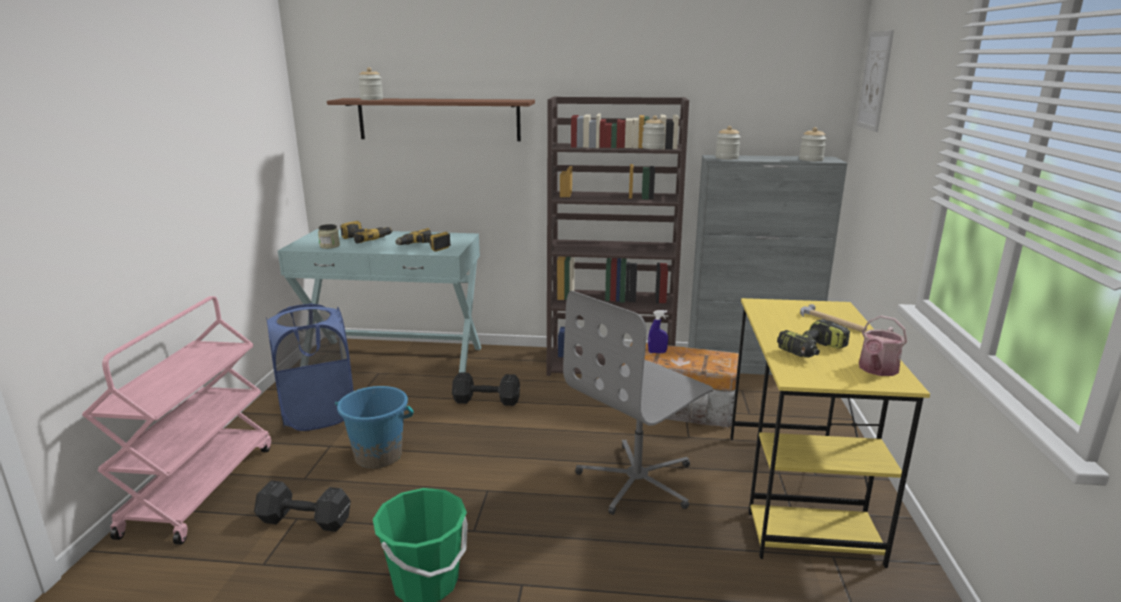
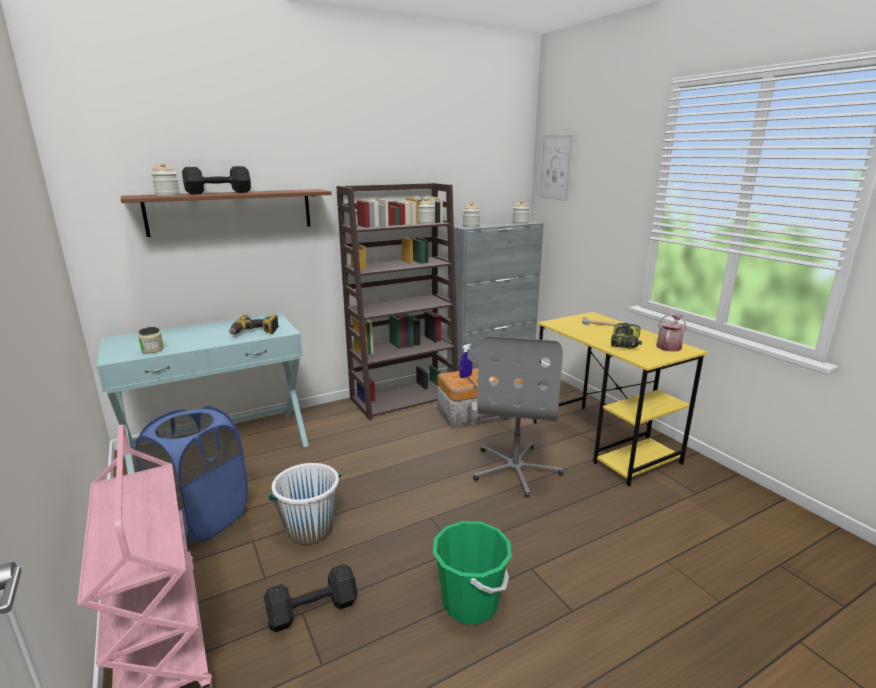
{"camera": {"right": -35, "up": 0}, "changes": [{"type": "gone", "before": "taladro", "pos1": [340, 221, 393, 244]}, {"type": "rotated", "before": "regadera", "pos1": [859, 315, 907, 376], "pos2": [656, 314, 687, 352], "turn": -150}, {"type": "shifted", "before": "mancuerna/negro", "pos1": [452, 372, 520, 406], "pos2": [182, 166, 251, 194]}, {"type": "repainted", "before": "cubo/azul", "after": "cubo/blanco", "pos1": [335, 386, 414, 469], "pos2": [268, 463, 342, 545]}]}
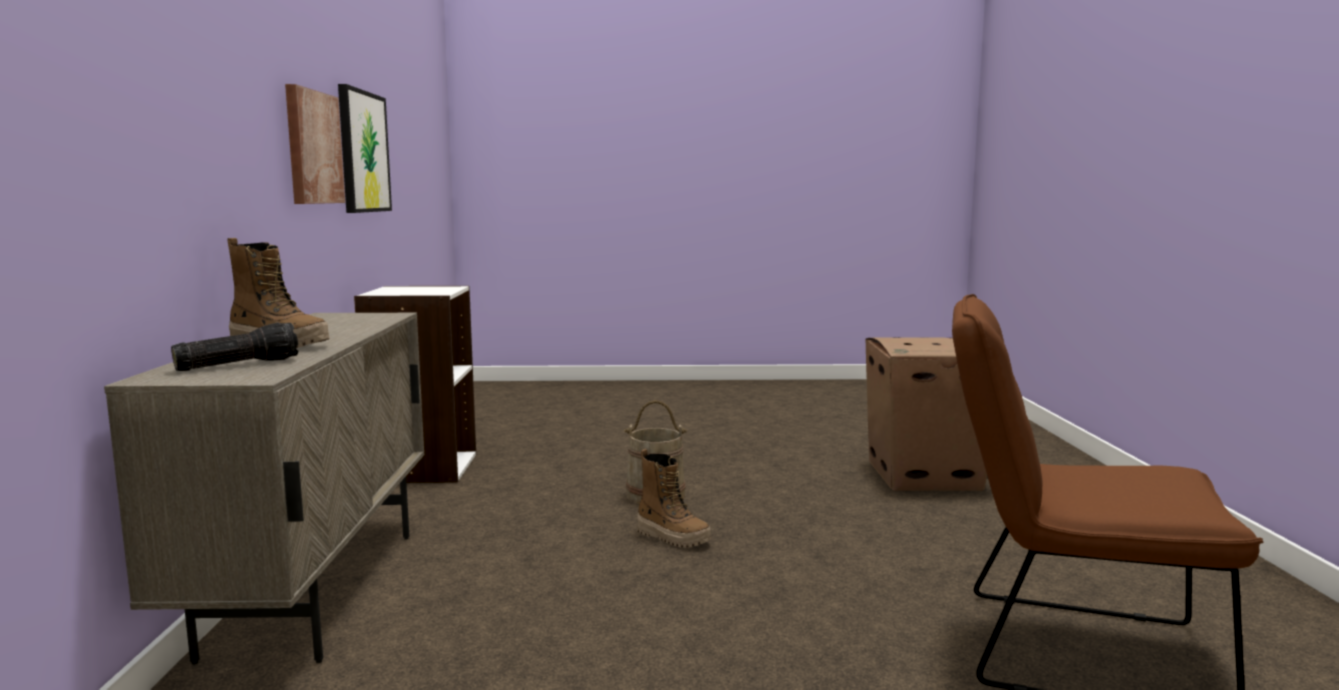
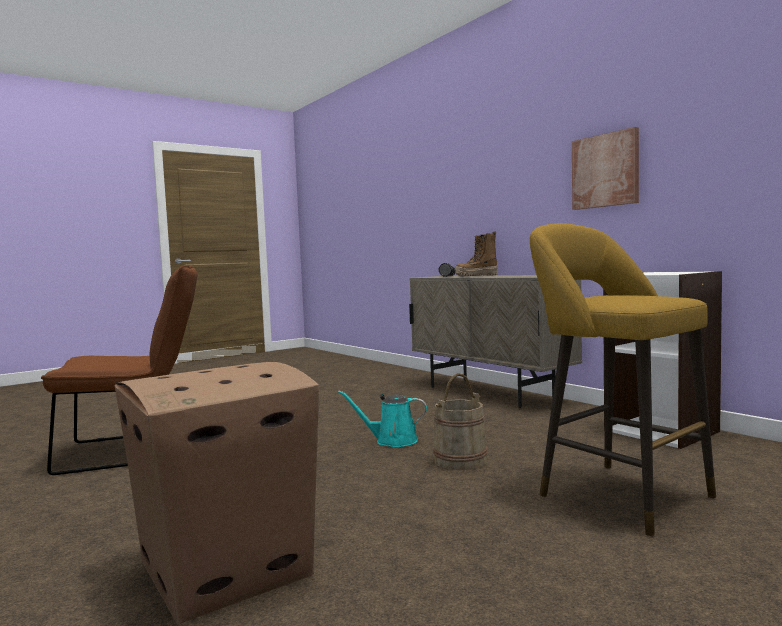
{"camera": {"right": 145, "up": -5}, "changes": [{"type": "gone", "before": "cuadro", "pos1": [338, 84, 392, 213]}, {"type": "swapped", "before": "bota", "after": "regadera/turquesa", "pos1": [637, 449, 711, 548], "pos2": [338, 390, 427, 447]}, {"type": "new", "after": "taburete/amarillo", "pos2": [530, 223, 716, 536]}]}
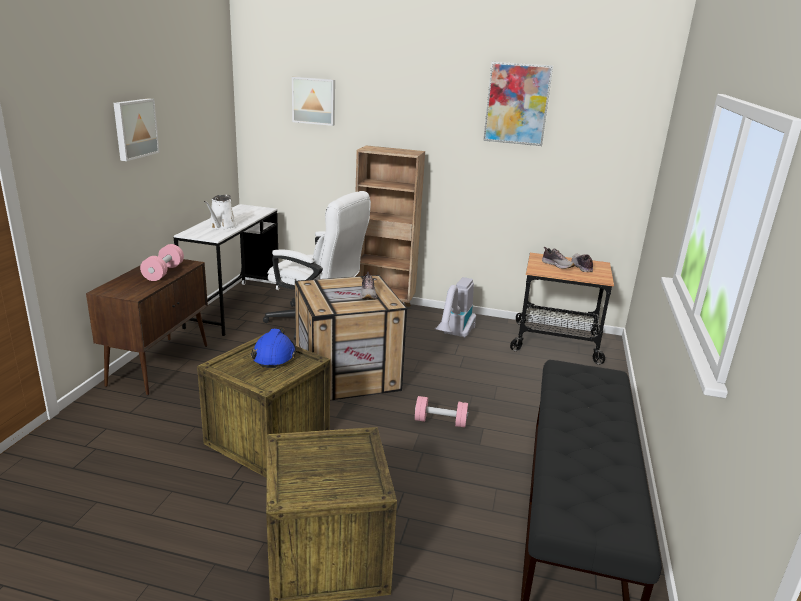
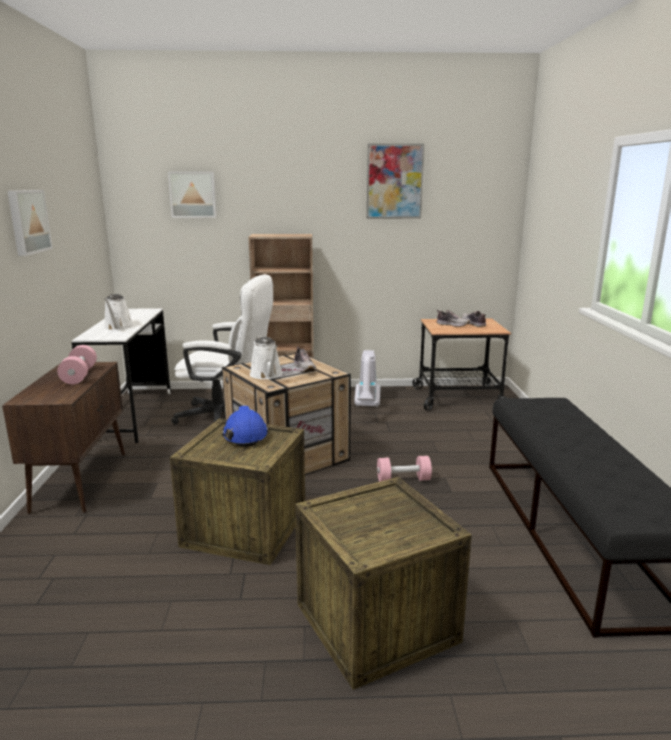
{"camera": {"right": -15, "up": -5}, "changes": [{"type": "new", "after": "regadera/blanco", "pos2": [250, 336, 283, 379]}]}
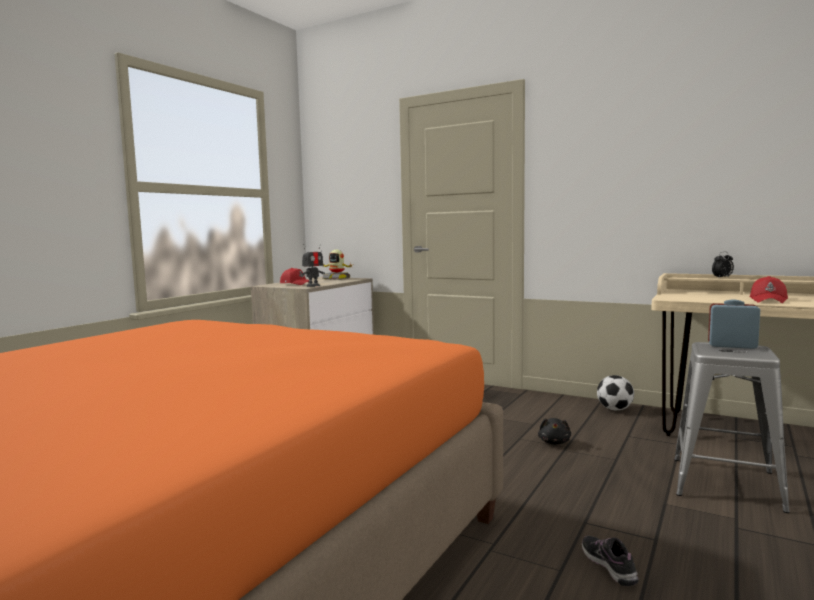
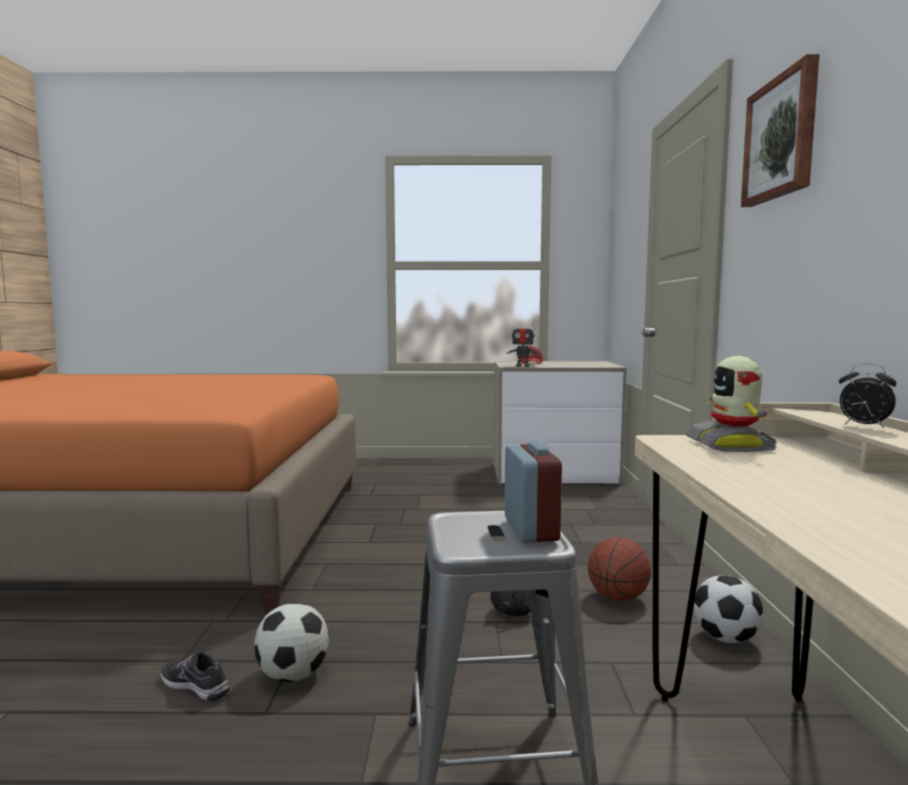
{"camera": {"right": 60, "up": 0}, "changes": [{"type": "shifted", "before": "robot de juguete", "pos1": [322, 250, 352, 280], "pos2": [686, 356, 777, 452]}, {"type": "gone", "before": "gorra/rojo", "pos1": [750, 276, 788, 303]}, {"type": "rotated", "before": "zapato", "pos1": [582, 536, 639, 586], "pos2": [161, 652, 229, 702], "turn": -105}, {"type": "new", "after": "cuadro", "pos2": [741, 54, 819, 207]}, {"type": "new", "after": "balón de baloncesto", "pos2": [588, 537, 651, 601]}, {"type": "new", "after": "balón de fútbol", "pos2": [254, 603, 329, 682]}]}
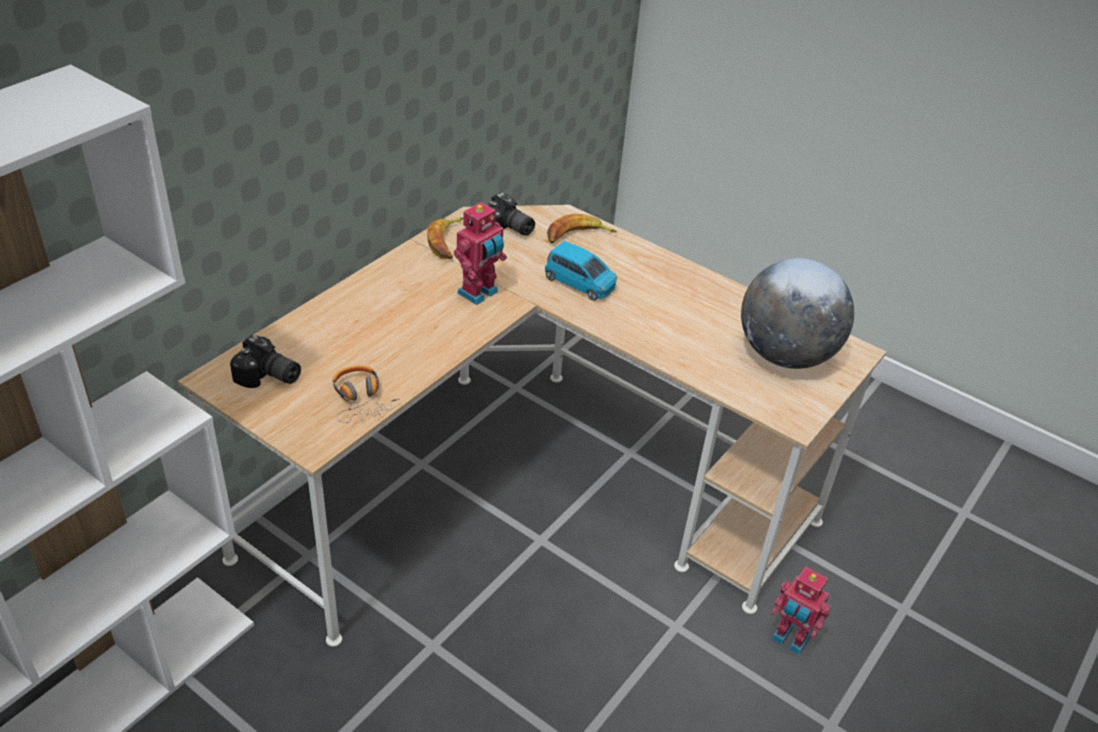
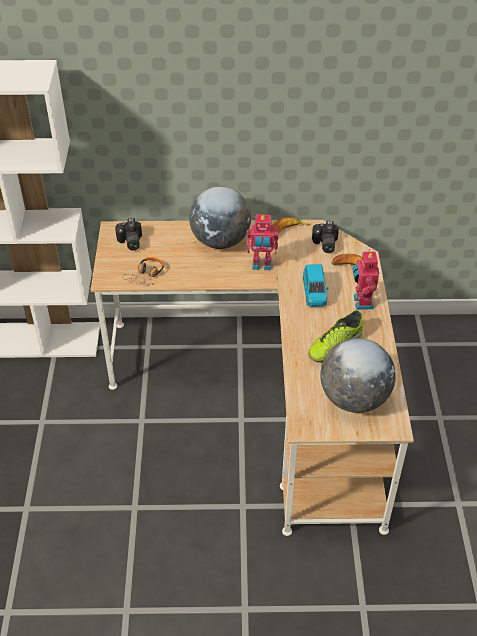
{"camera": {"right": 55, "up": 5}, "changes": [{"type": "shifted", "before": "robot de juguete", "pos1": [771, 567, 831, 655], "pos2": [352, 249, 379, 310]}, {"type": "new", "after": "globo terráqueo", "pos2": [189, 186, 251, 249]}, {"type": "new", "after": "zapato", "pos2": [309, 310, 363, 362]}]}
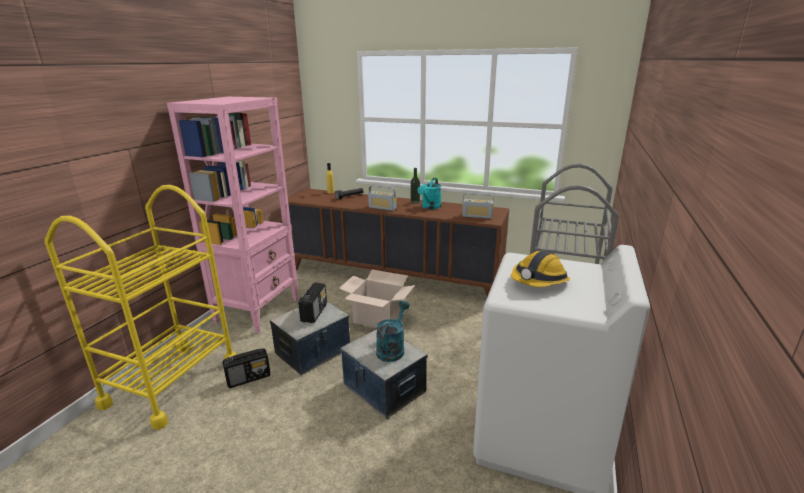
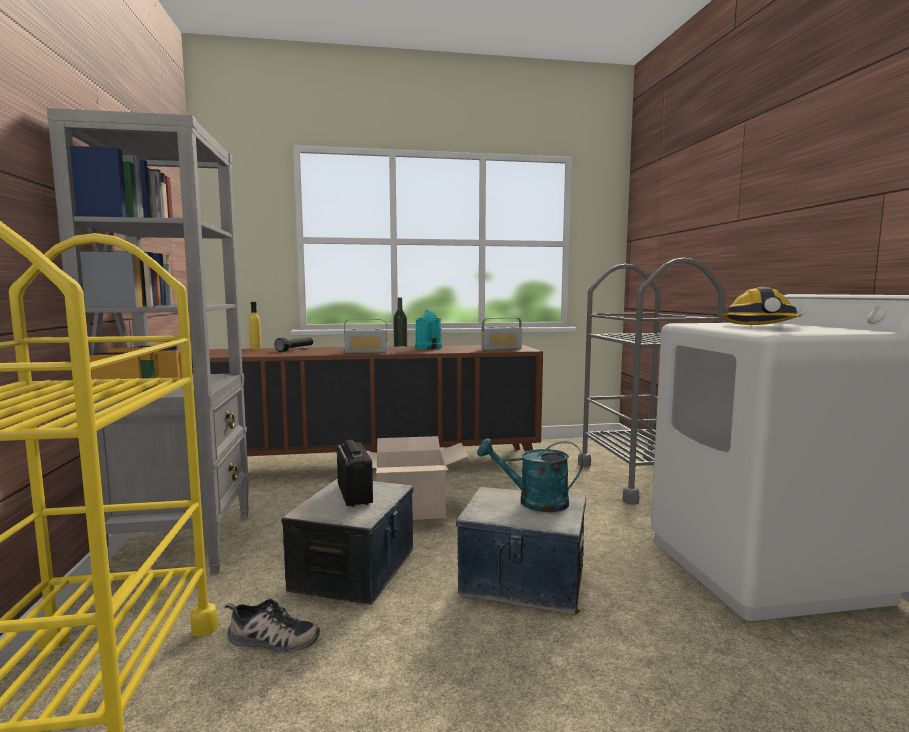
{"camera": {"right": -30, "up": -15}, "changes": [{"type": "repainted", "before": "estantería/rosa", "after": "estantería/gris", "pos1": [167, 97, 298, 333], "pos2": [47, 108, 250, 574]}, {"type": "rotated", "before": "regadera/turquesa", "pos1": [376, 301, 410, 362], "pos2": [477, 438, 583, 512], "turn": -75}, {"type": "swapped", "before": "radio", "after": "zapato", "pos1": [223, 348, 270, 388], "pos2": [225, 599, 320, 653]}]}
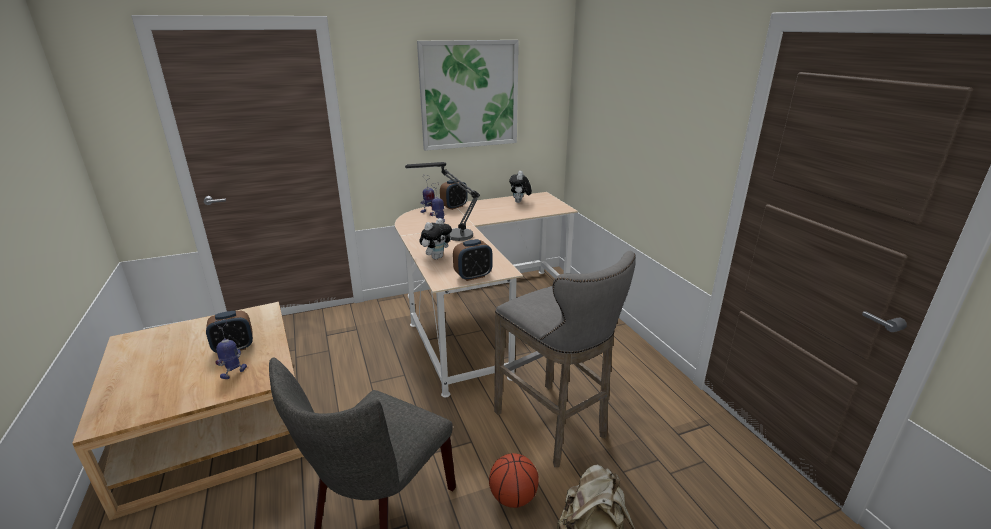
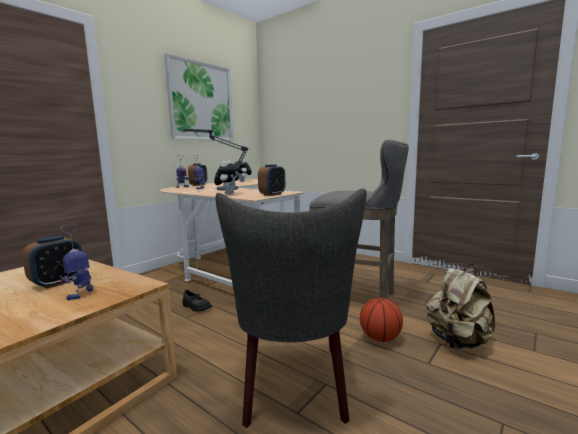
{"camera": {"right": -30, "up": -15}, "changes": [{"type": "new", "after": "zapato/negro", "pos2": [182, 290, 212, 312]}]}
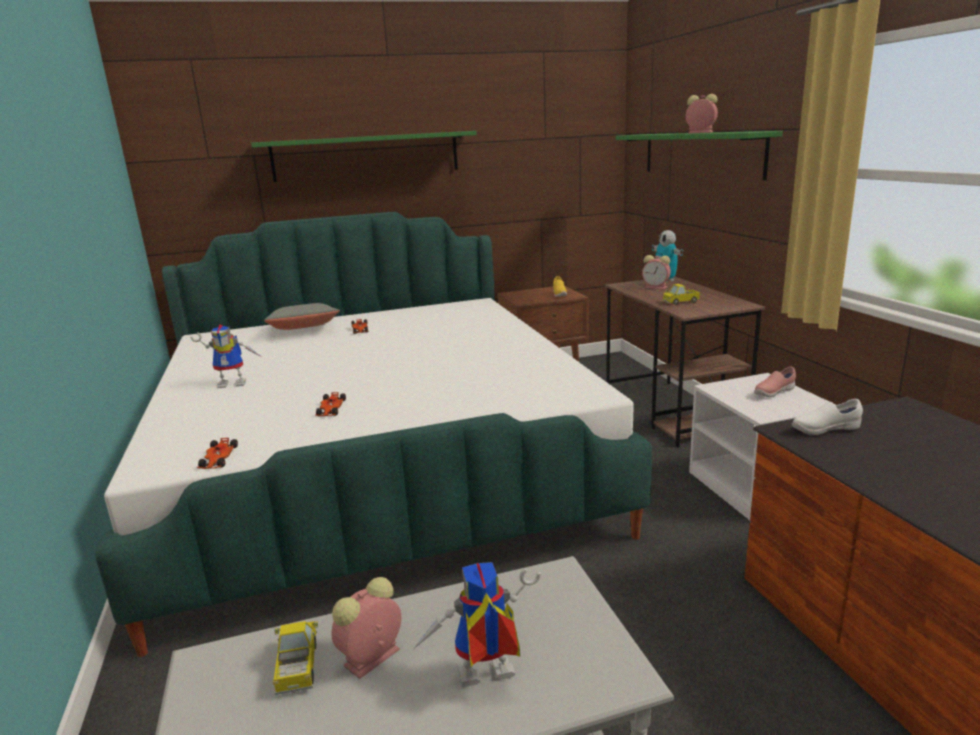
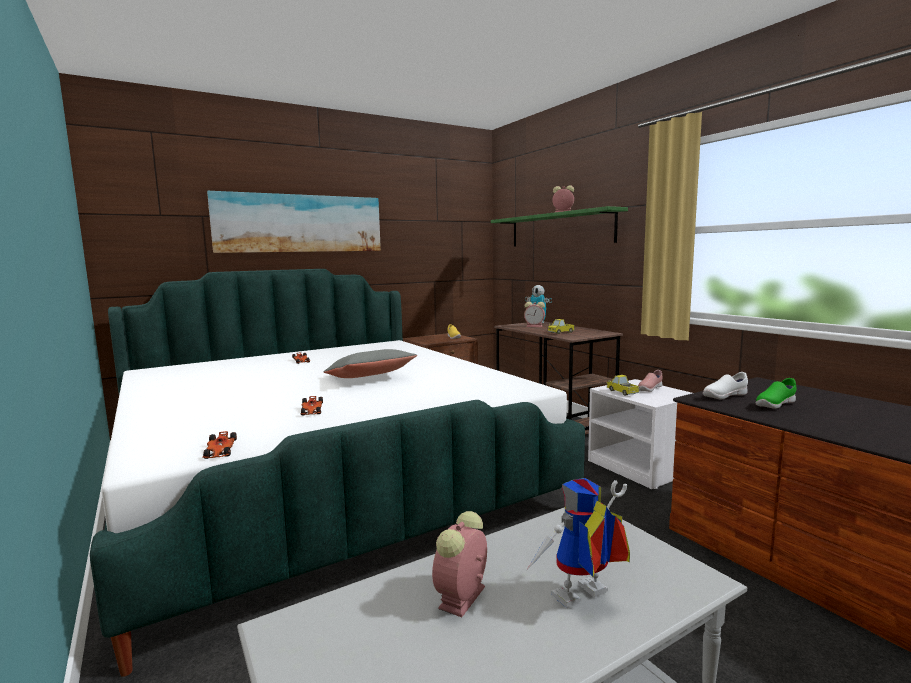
{"camera": {"right": -15, "up": -10}, "changes": [{"type": "swapped", "before": "estante/verde", "after": "cuadro", "pos1": [251, 131, 477, 182], "pos2": [207, 191, 381, 253]}, {"type": "shifted", "before": "cojín/gris", "pos1": [264, 303, 340, 330], "pos2": [324, 349, 417, 378]}, {"type": "gone", "before": "robot de juguete", "pos1": [190, 324, 263, 388]}, {"type": "shifted", "before": "camión de juguete", "pos1": [273, 621, 318, 695], "pos2": [607, 375, 639, 396]}, {"type": "new", "after": "zapato/verde", "pos2": [756, 378, 796, 409]}]}
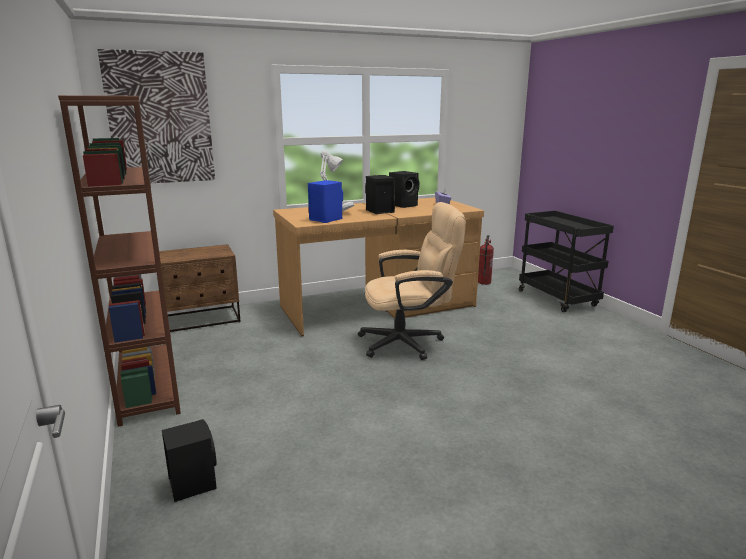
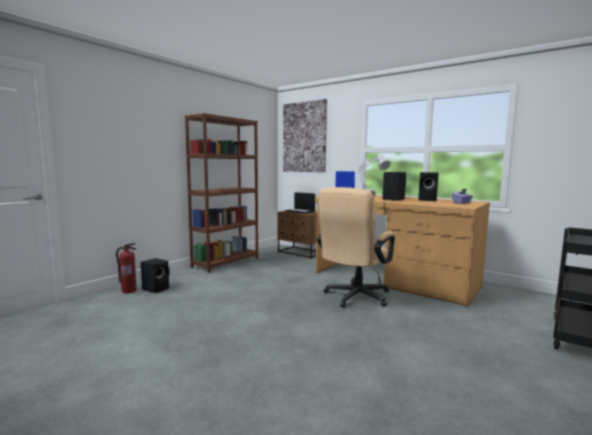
{"camera": {"right": 60, "up": -10}, "changes": [{"type": "rotated", "before": "silla de oficina/beis", "pos1": [358, 202, 466, 360], "pos2": [317, 187, 395, 308], "turn": 75}, {"type": "shifted", "before": "extintor", "pos1": [478, 235, 494, 285], "pos2": [116, 243, 137, 293]}, {"type": "new", "after": "portátil", "pos2": [284, 192, 315, 214]}]}
